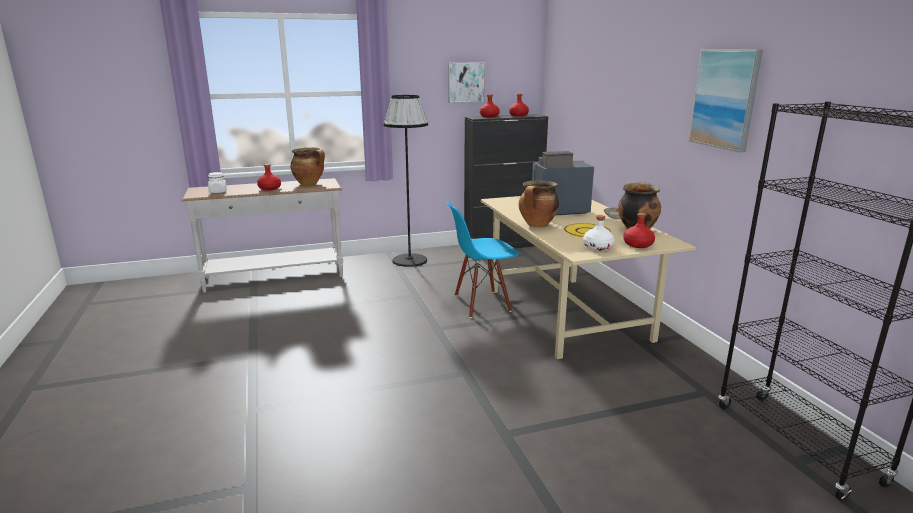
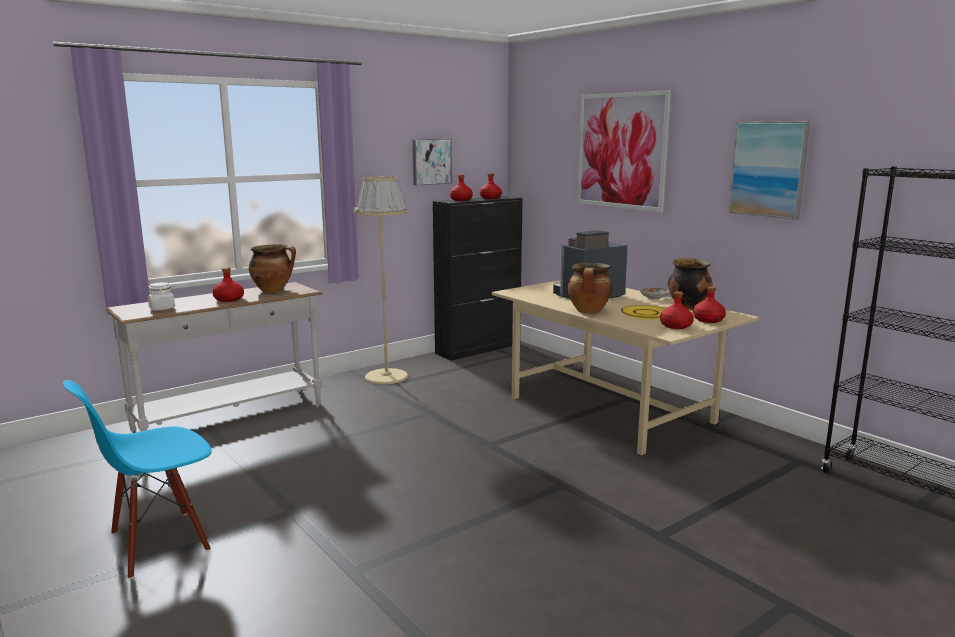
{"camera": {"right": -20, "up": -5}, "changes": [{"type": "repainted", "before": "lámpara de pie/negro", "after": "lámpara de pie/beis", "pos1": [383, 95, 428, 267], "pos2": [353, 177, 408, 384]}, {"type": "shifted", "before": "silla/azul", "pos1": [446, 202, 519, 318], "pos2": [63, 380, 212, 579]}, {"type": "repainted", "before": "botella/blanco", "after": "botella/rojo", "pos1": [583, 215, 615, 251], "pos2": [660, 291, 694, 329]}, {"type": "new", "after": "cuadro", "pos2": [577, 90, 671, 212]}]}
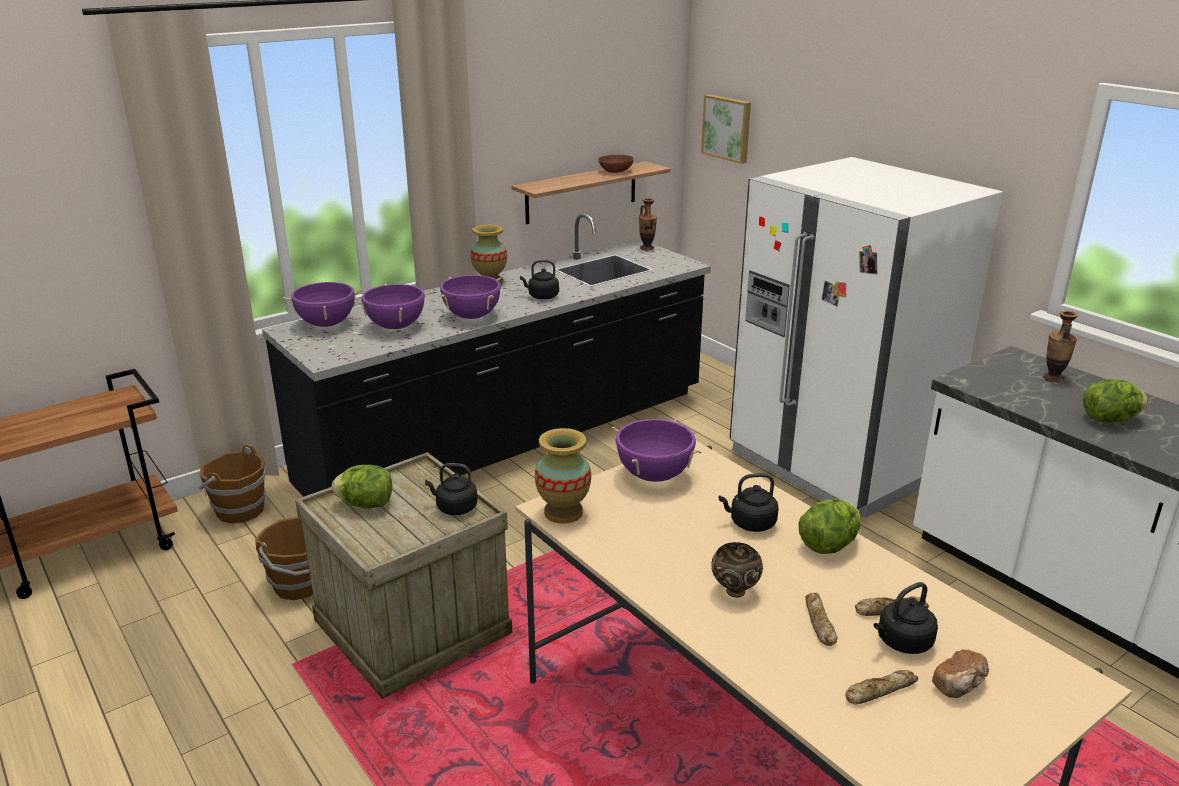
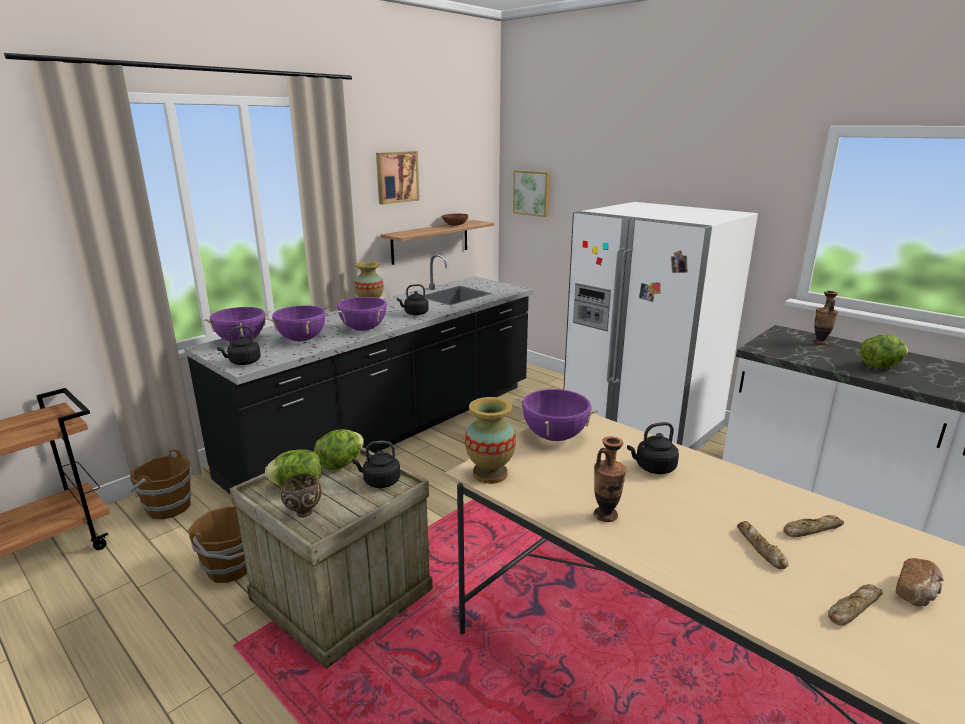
{"camera": {"right": -10, "up": -5}, "changes": [{"type": "shifted", "before": "florero", "pos1": [639, 198, 657, 250], "pos2": [594, 436, 626, 522]}, {"type": "shifted", "before": "lechuga", "pos1": [798, 499, 860, 554], "pos2": [314, 429, 364, 470]}, {"type": "shifted", "before": "cuenco/marrón", "pos1": [711, 542, 763, 598], "pos2": [280, 474, 322, 518]}, {"type": "shifted", "before": "hervidor/negro", "pos1": [874, 582, 938, 654], "pos2": [217, 326, 261, 365]}, {"type": "new", "after": "cuadro", "pos2": [376, 151, 420, 204]}]}
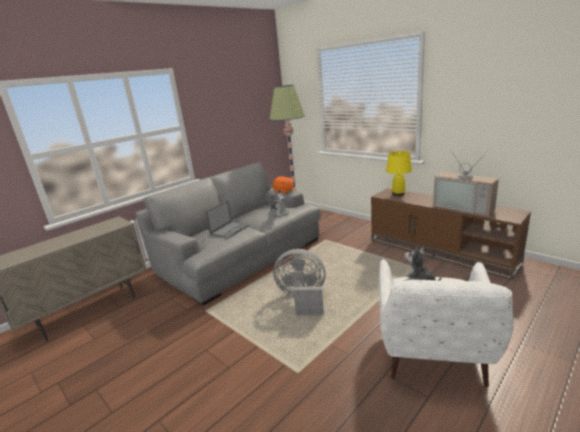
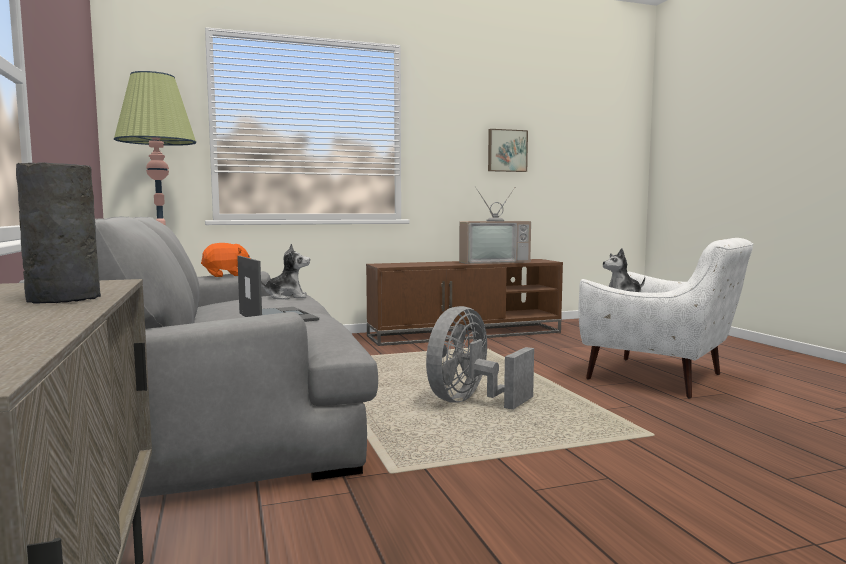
{"camera": {"right": -65, "up": -15}, "changes": [{"type": "gone", "before": "lámpara de mesa/amarillo", "pos1": [386, 151, 412, 196]}, {"type": "new", "after": "cuadro", "pos2": [488, 129, 528, 172]}, {"type": "new", "after": "florero/gris", "pos2": [16, 162, 101, 304]}]}
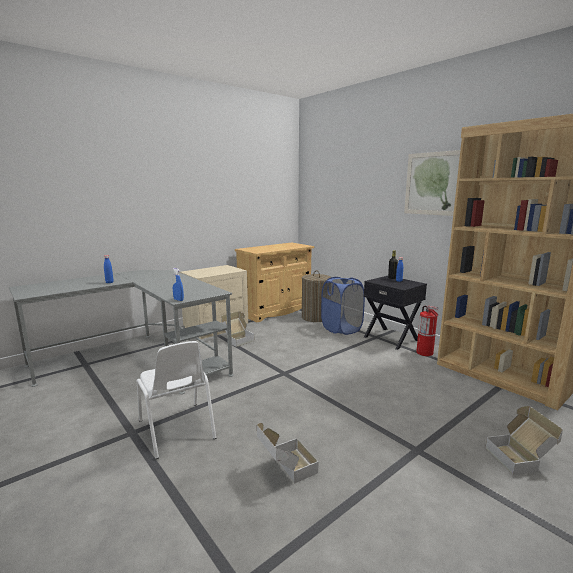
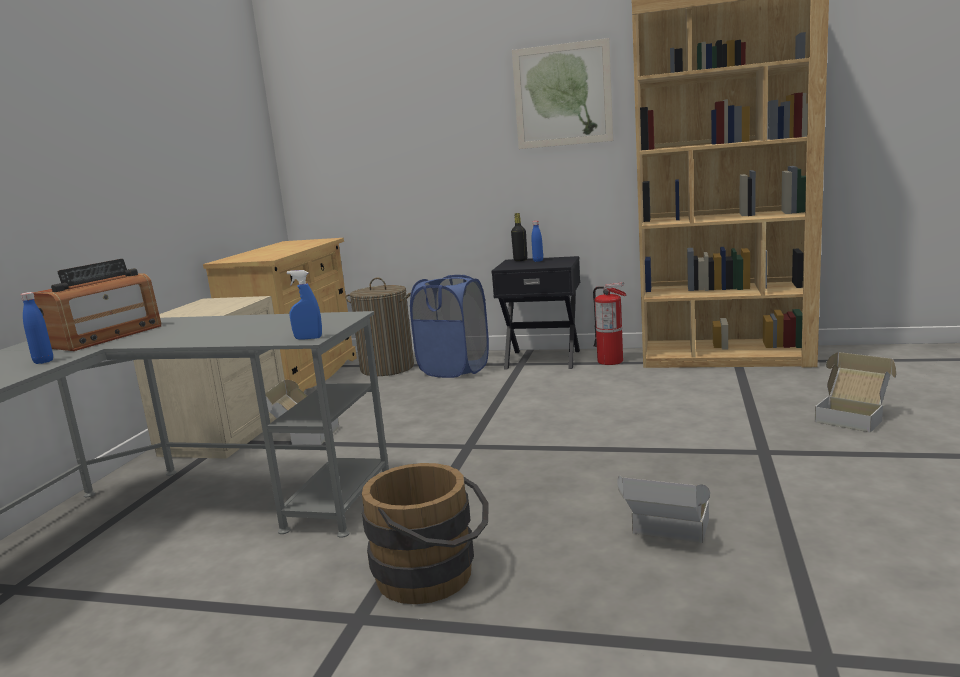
{"camera": {"right": -35, "up": 0}, "changes": [{"type": "swapped", "before": "silla/blanco", "after": "cubo/marrón", "pos1": [137, 341, 216, 459], "pos2": [362, 463, 489, 604]}, {"type": "new", "after": "radio", "pos2": [33, 259, 161, 351]}]}
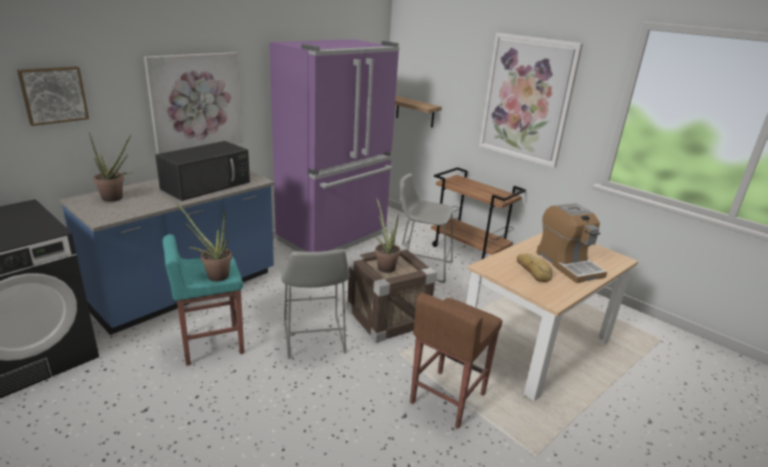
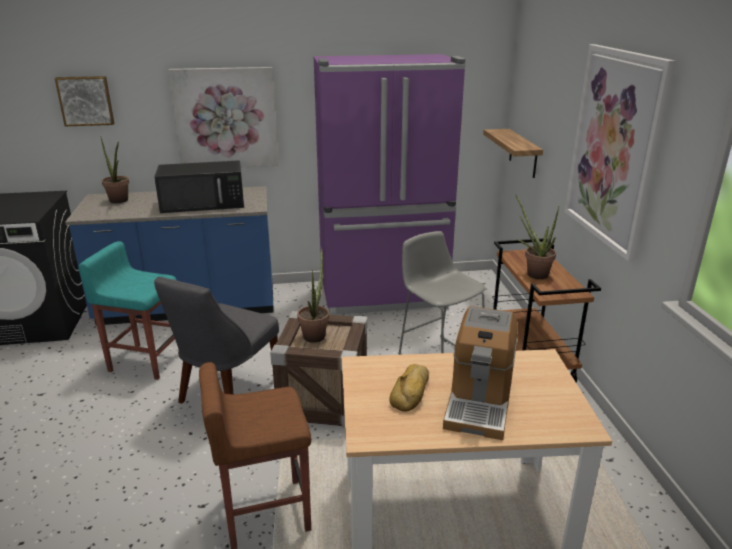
{"camera": {"right": 40, "up": 0}, "changes": [{"type": "shifted", "before": "planta en maceta", "pos1": [176, 203, 232, 282], "pos2": [515, 194, 559, 279]}, {"type": "swapped", "before": "taburete/gris", "after": "silla/gris", "pos1": [280, 249, 350, 359], "pos2": [154, 277, 279, 404]}]}
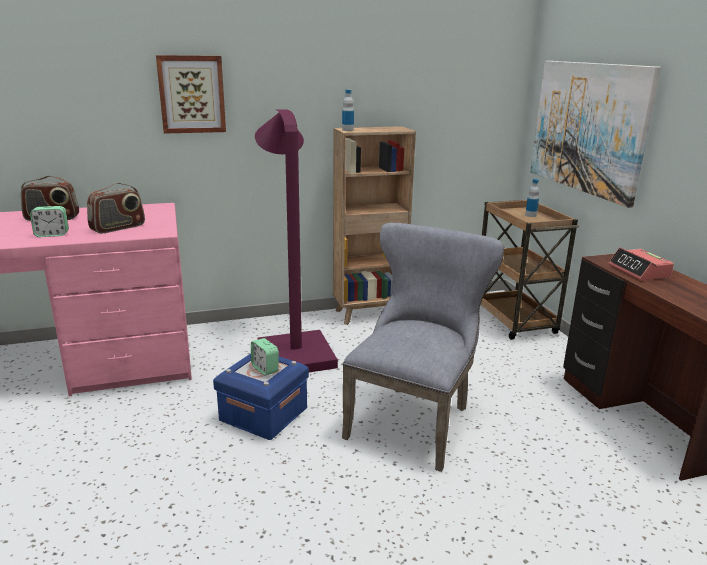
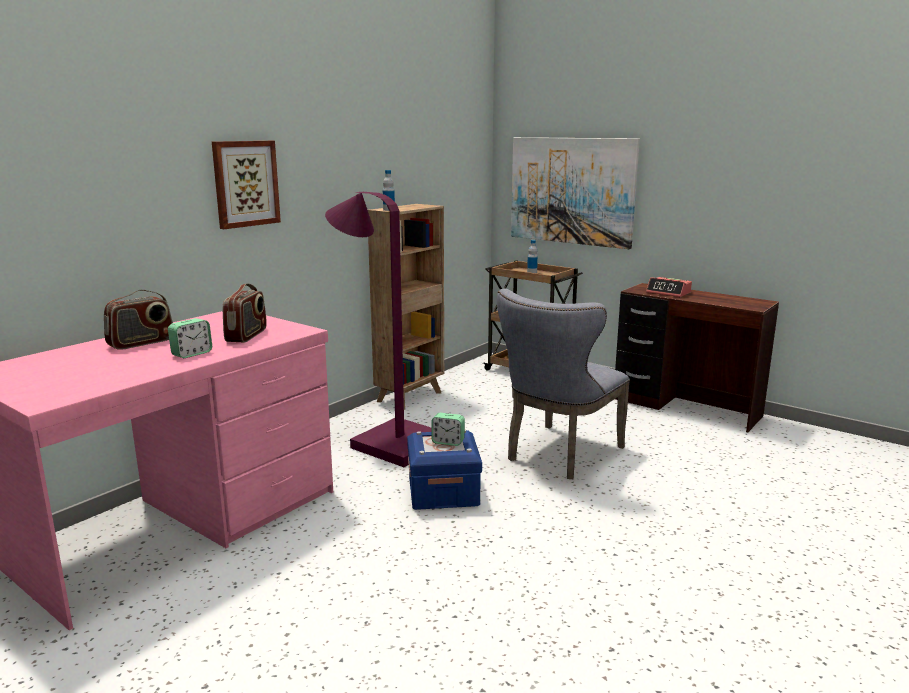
{"camera": {"right": -35, "up": -5}, "changes": [{"type": "rotated", "before": "silla/gris", "pos1": [342, 223, 505, 472], "pos2": [497, 288, 630, 479], "turn": -135}]}
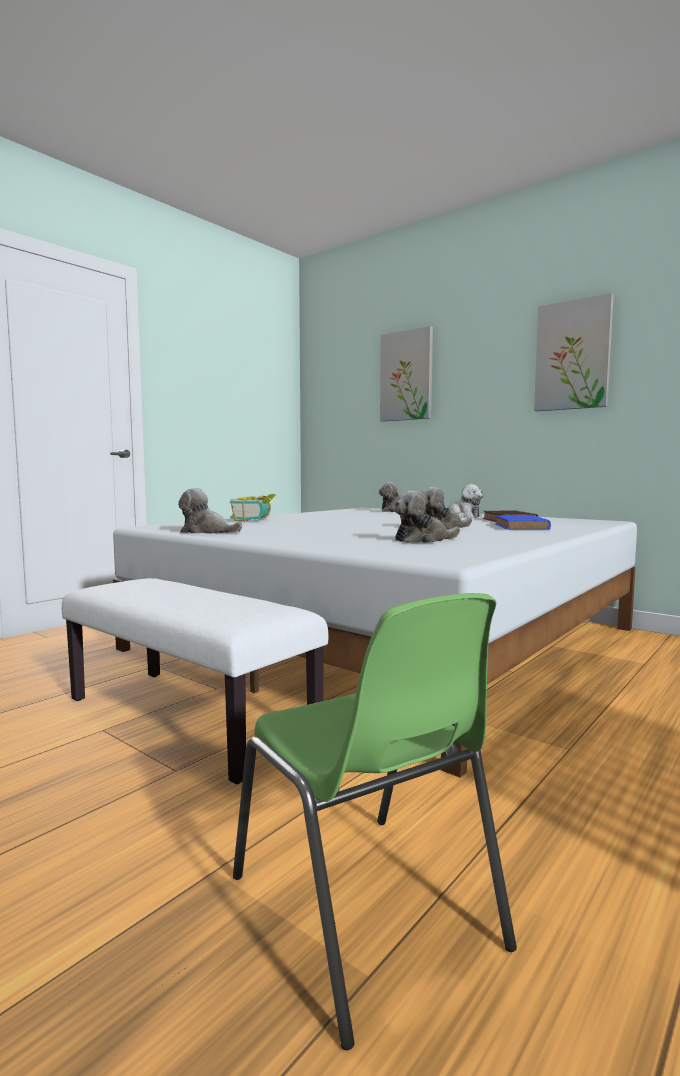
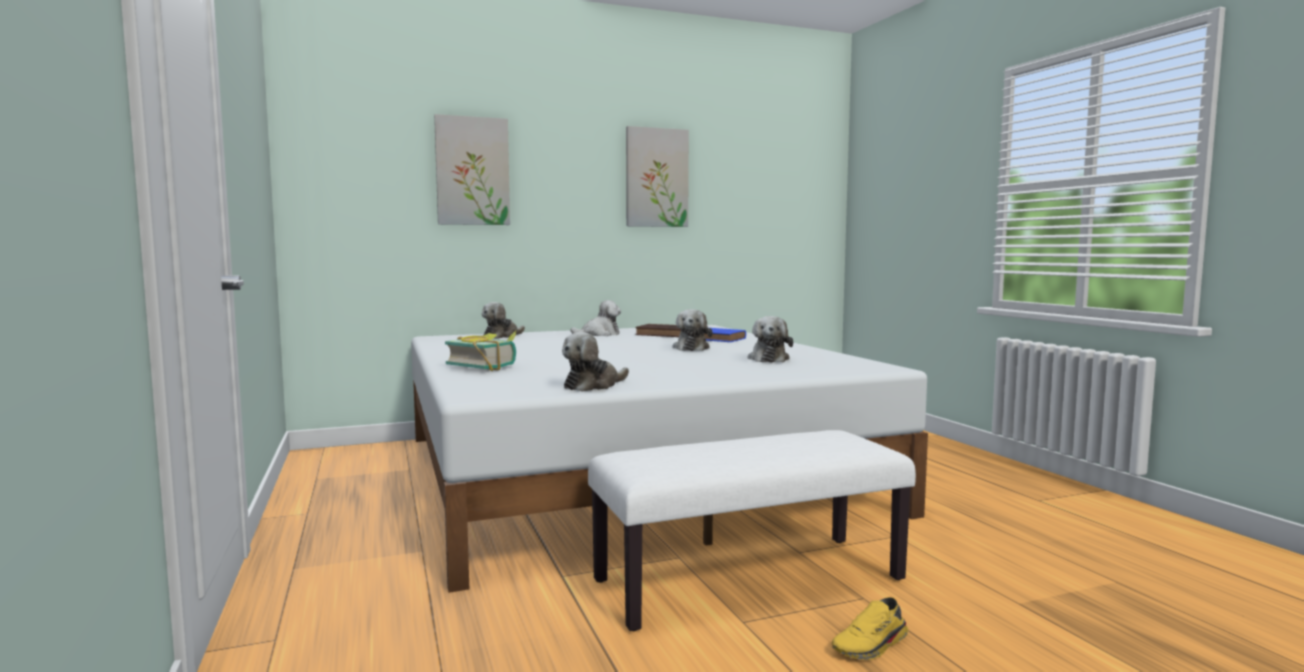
{"camera": {"right": -60, "up": 0}, "changes": [{"type": "gone", "before": "silla/verde", "pos1": [233, 593, 517, 1050]}, {"type": "new", "after": "zapato/amarillo", "pos2": [832, 597, 908, 660]}]}
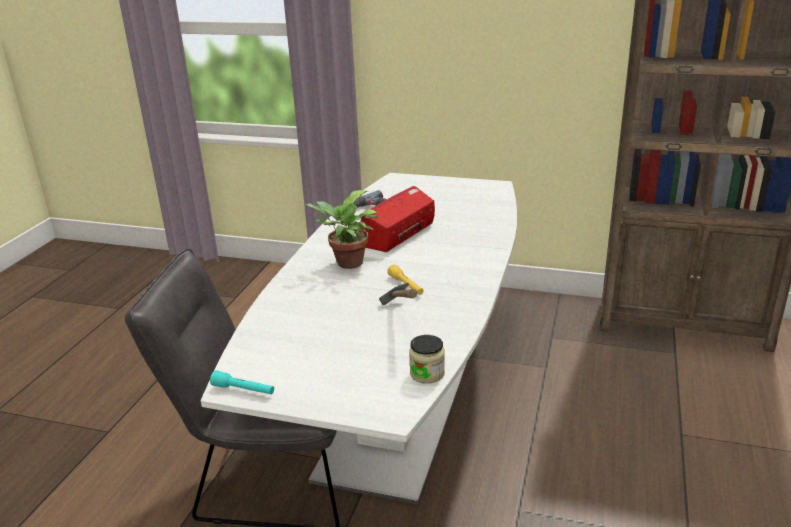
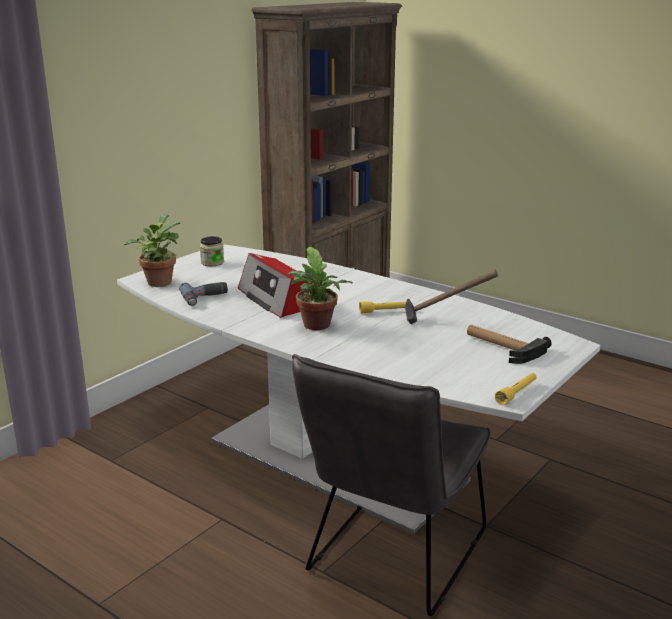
{"camera": {"right": -70, "up": -5}, "changes": [{"type": "shifted", "before": "tarro", "pos1": [409, 335, 445, 384], "pos2": [200, 236, 224, 266]}, {"type": "repainted", "before": "linterna/turquesa", "after": "linterna/amarillo", "pos1": [210, 370, 274, 395], "pos2": [495, 373, 537, 405]}, {"type": "new", "after": "planta en maceta", "pos2": [124, 214, 180, 287]}, {"type": "new", "after": "martillo", "pos2": [467, 325, 552, 364]}]}
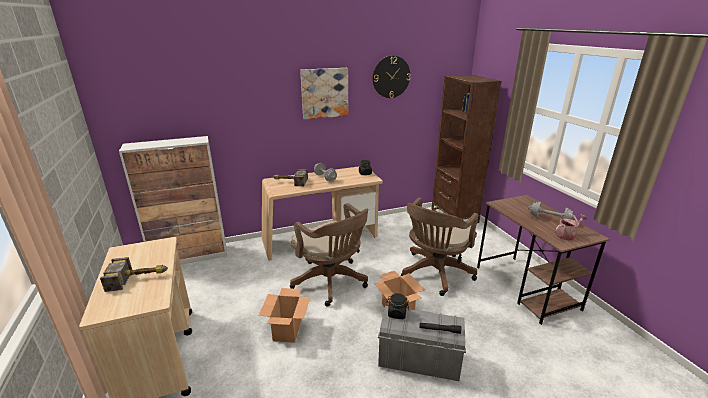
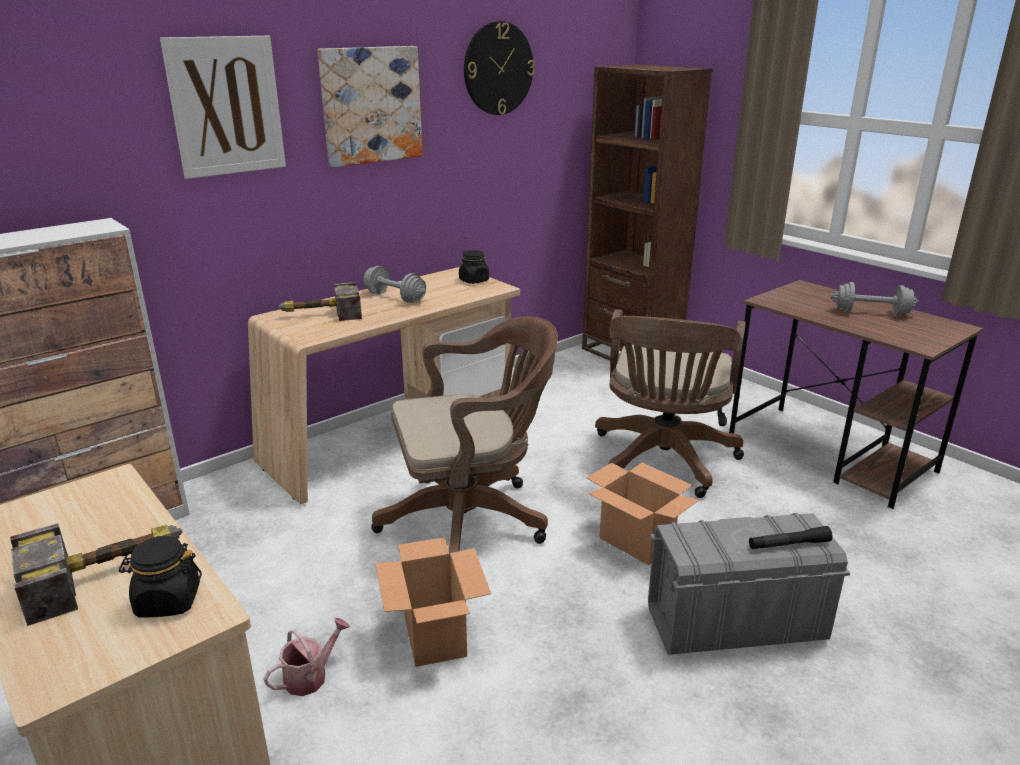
{"camera": {"right": -20, "up": 0}, "changes": [{"type": "rotated", "before": "silla de oficina/marrón", "pos1": [290, 203, 368, 307], "pos2": [371, 316, 558, 554], "turn": -45}, {"type": "shifted", "before": "regadera", "pos1": [555, 213, 587, 241], "pos2": [263, 618, 350, 696]}, {"type": "shifted", "before": "tarro/negro", "pos1": [386, 293, 409, 319], "pos2": [119, 536, 202, 618]}, {"type": "new", "after": "cuadro", "pos2": [160, 36, 286, 179]}]}
